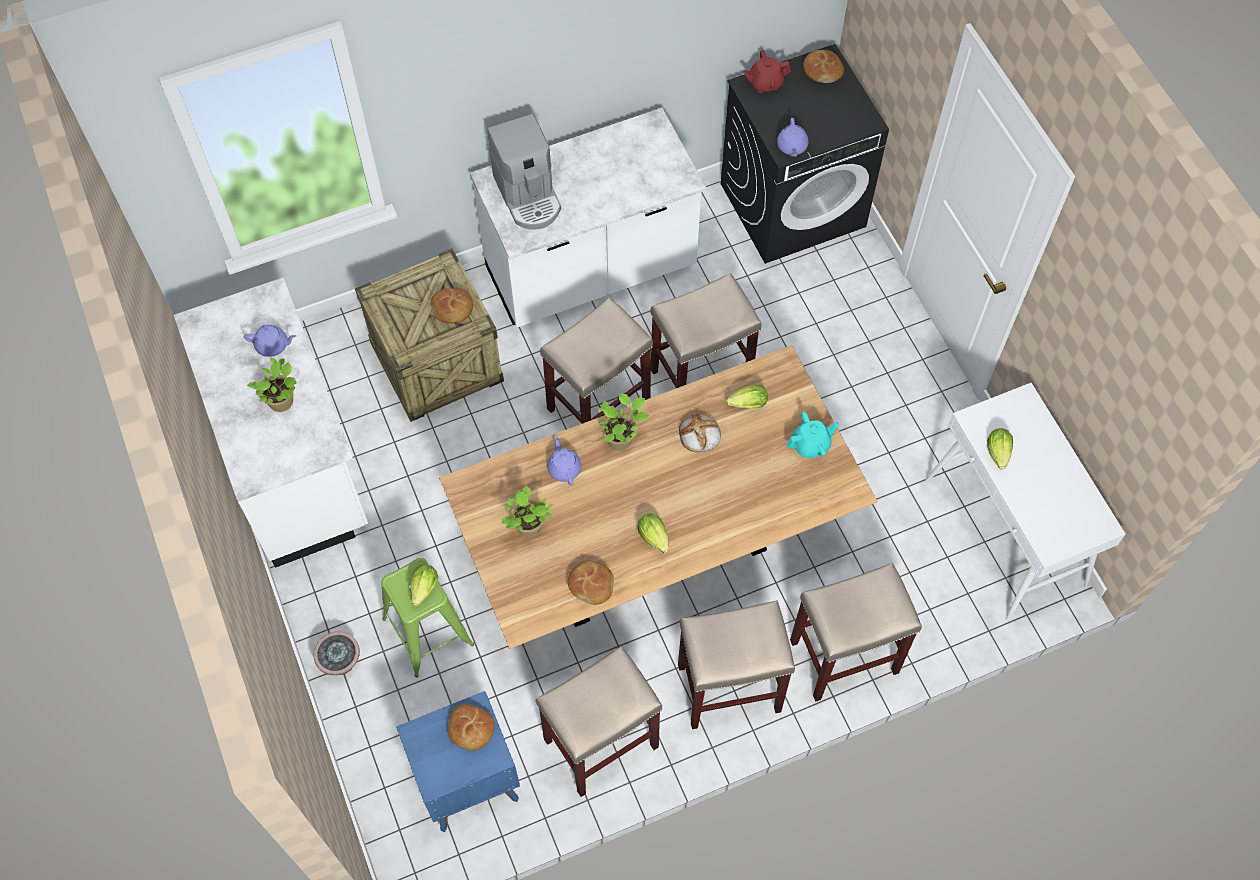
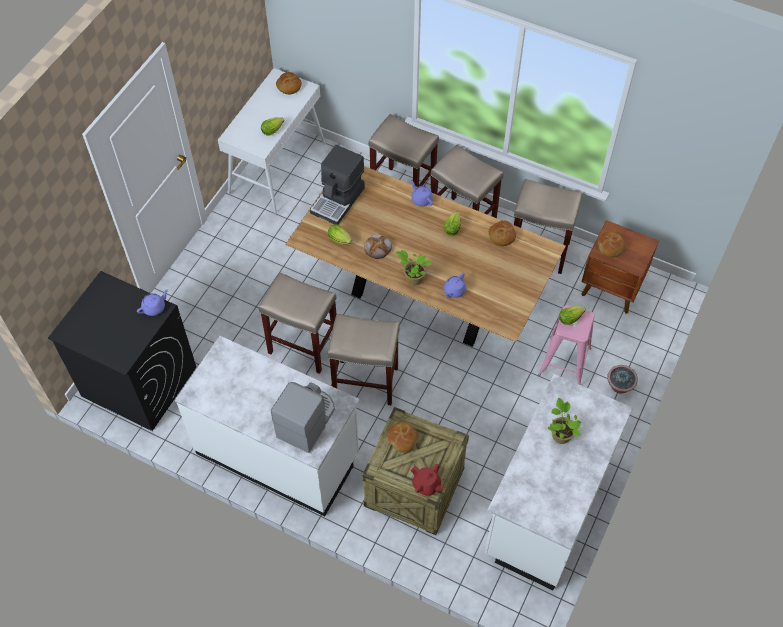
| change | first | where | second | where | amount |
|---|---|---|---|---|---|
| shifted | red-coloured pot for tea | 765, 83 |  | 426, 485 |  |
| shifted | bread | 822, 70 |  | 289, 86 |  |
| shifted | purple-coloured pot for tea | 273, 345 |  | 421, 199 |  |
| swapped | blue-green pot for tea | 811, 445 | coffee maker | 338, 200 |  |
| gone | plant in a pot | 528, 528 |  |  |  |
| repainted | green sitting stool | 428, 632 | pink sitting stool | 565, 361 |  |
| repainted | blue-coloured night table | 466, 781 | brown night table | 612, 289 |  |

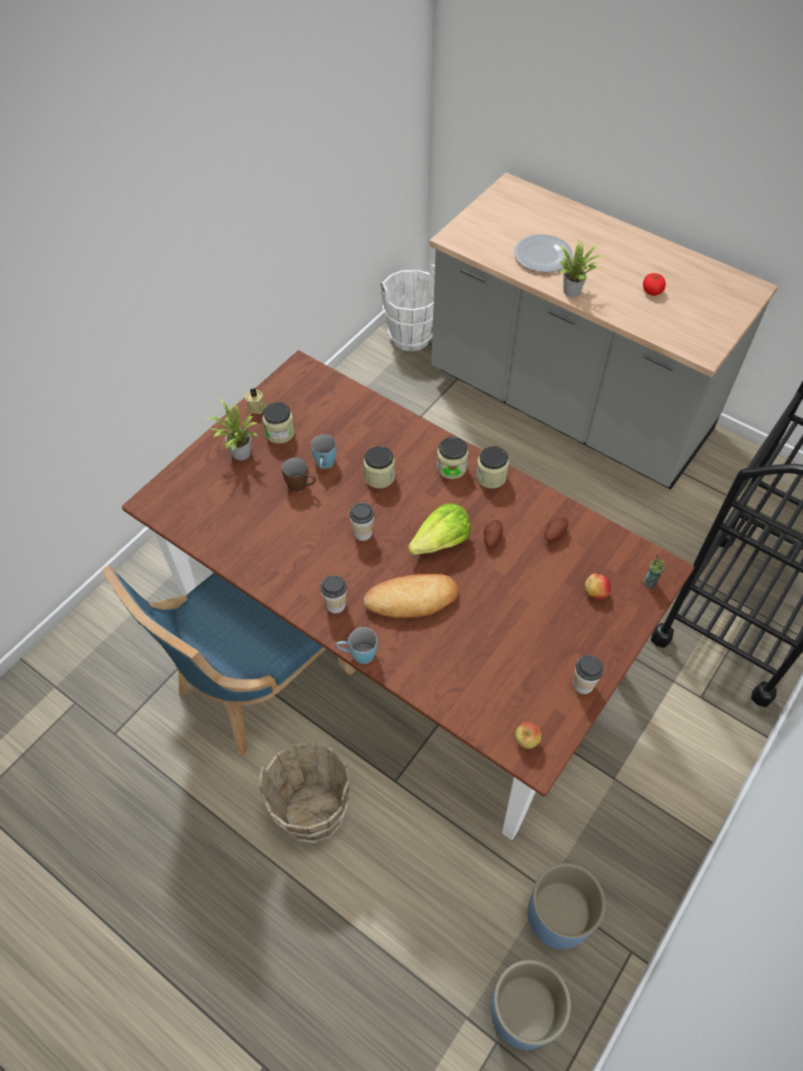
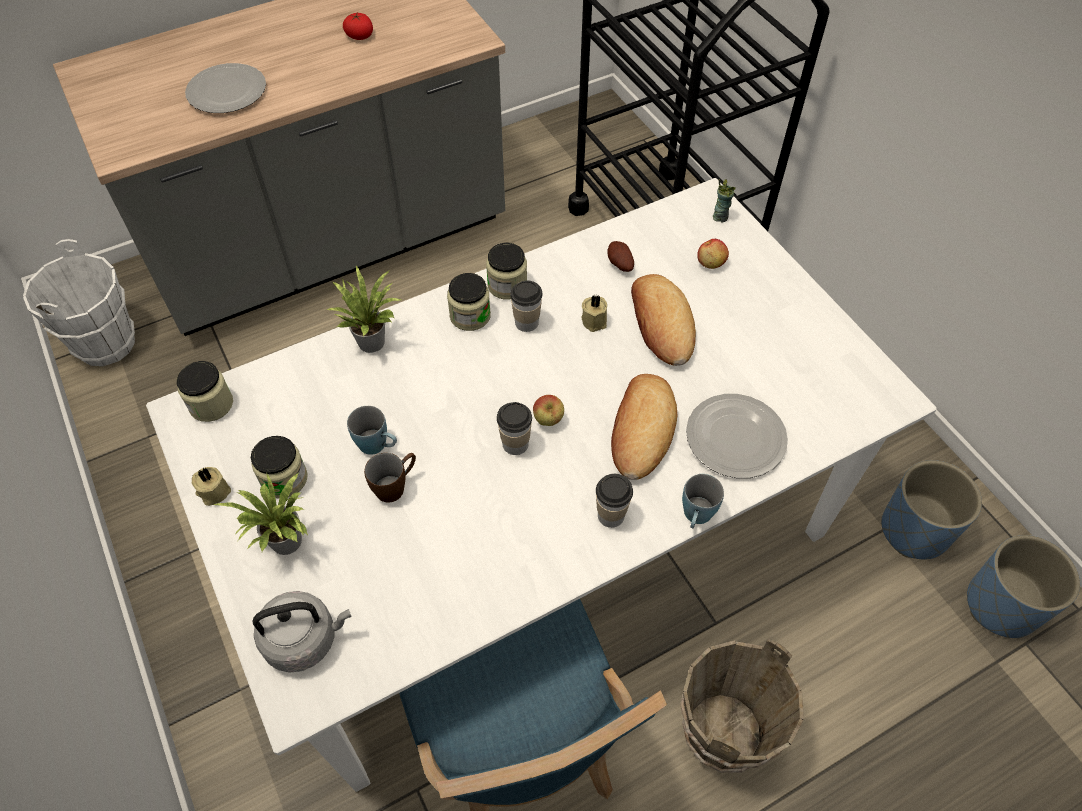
| change | first | where | second | where | amount |
|---|---|---|---|---|---|
| shifted | plant in a pot | 574, 290 |  | 372, 339 |  |
| repainted | brown dinner table | 399, 641 | white dinner table | 540, 543 |  |
| shifted | storage jar | 379, 477 |  | 211, 404 |  |
| gone | lettuce head | 441, 542 |  |  |  |
| swapped | potato | 491, 538 | beige-coloured wax light | 595, 320 |  |
| shifted | drinking cup | 583, 684 |  | 526, 322 |  |
| shifted | whole apple | 526, 741 |  | 548, 420 |  |
| new |  |  | bread | 661, 324 |  |
| new |  |  | flat dish | 736, 439 |  |
| new |  |  | greyish tea kettle | 305, 639 |  |

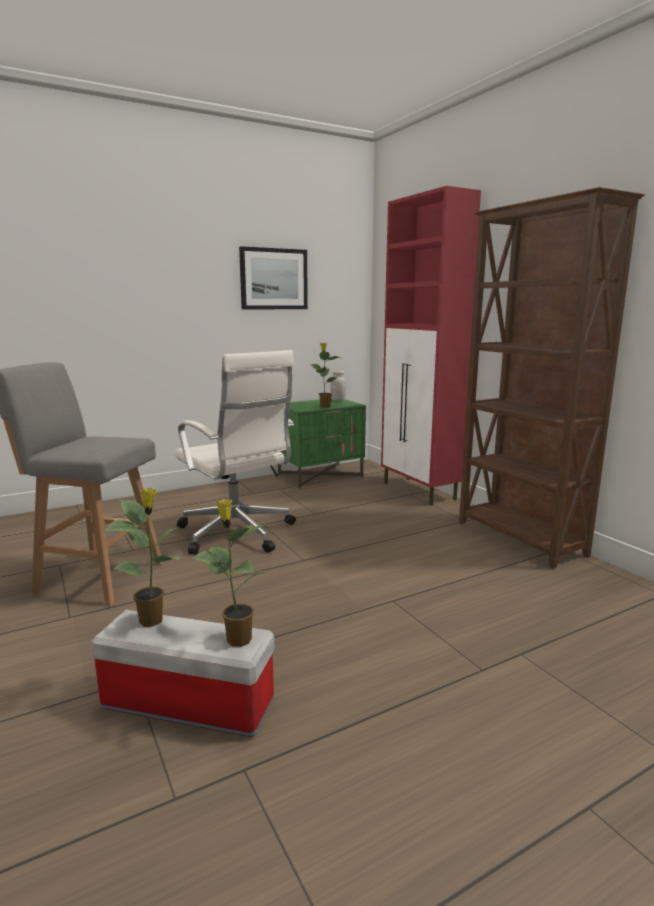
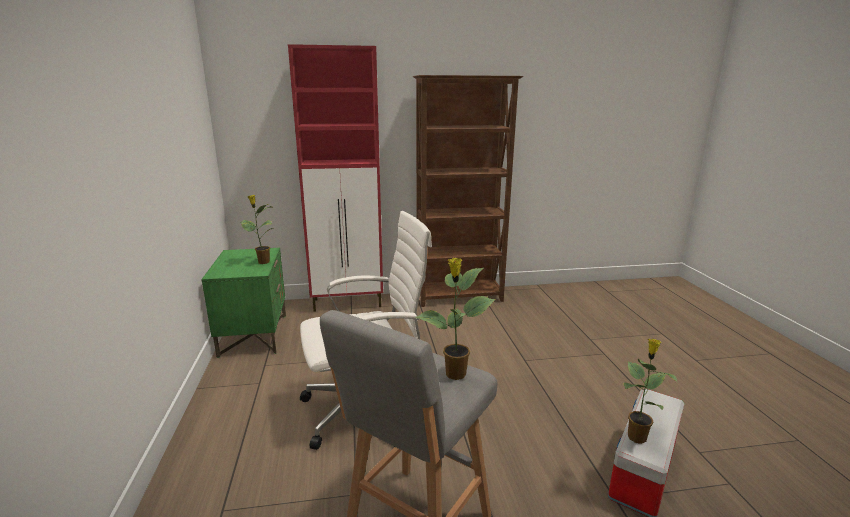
| change | first | where | second | where | amount |
|---|---|---|---|---|---|
| gone | wall picture | 274, 279 |  |  |  |
| gone | white storage jar | 338, 400 |  |  |  |
| shifted | plant in a pot | 237, 639 |  | 455, 374 |  |

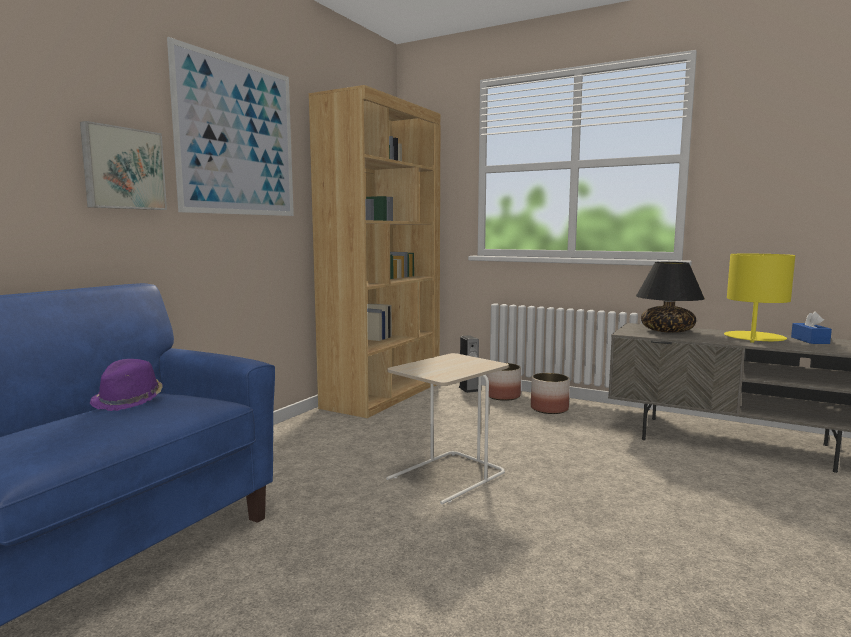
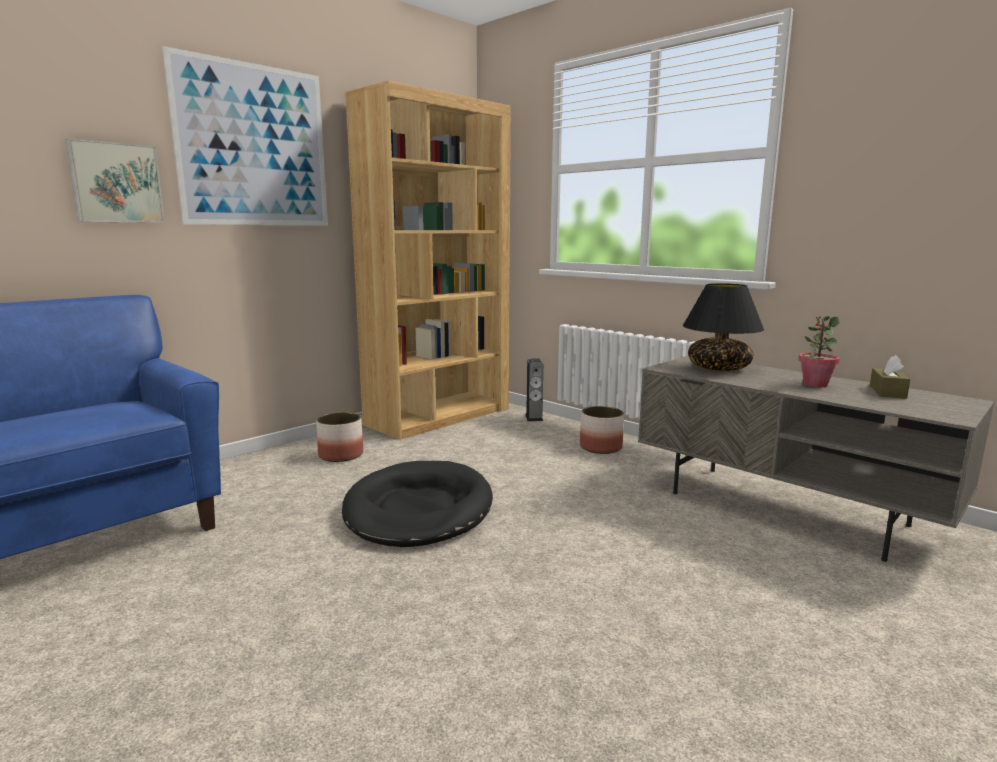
| change | first | where | second | where | amount |
|---|---|---|---|---|---|
| swapped | yellow table lamp | 754, 338 | plant in a pot | 815, 384 |  |
| repainted | blue-coloured tissue box | 810, 340 | brown tissue box | 887, 392 |  |
| swapped | beige-coloured accent table | 448, 477 | blackish dog cushion | 418, 509 |  |
| gone | purple-coloured hat | 129, 400 |  |  |  |
| shifted | plant pot | 503, 396 |  | 341, 455 |  |

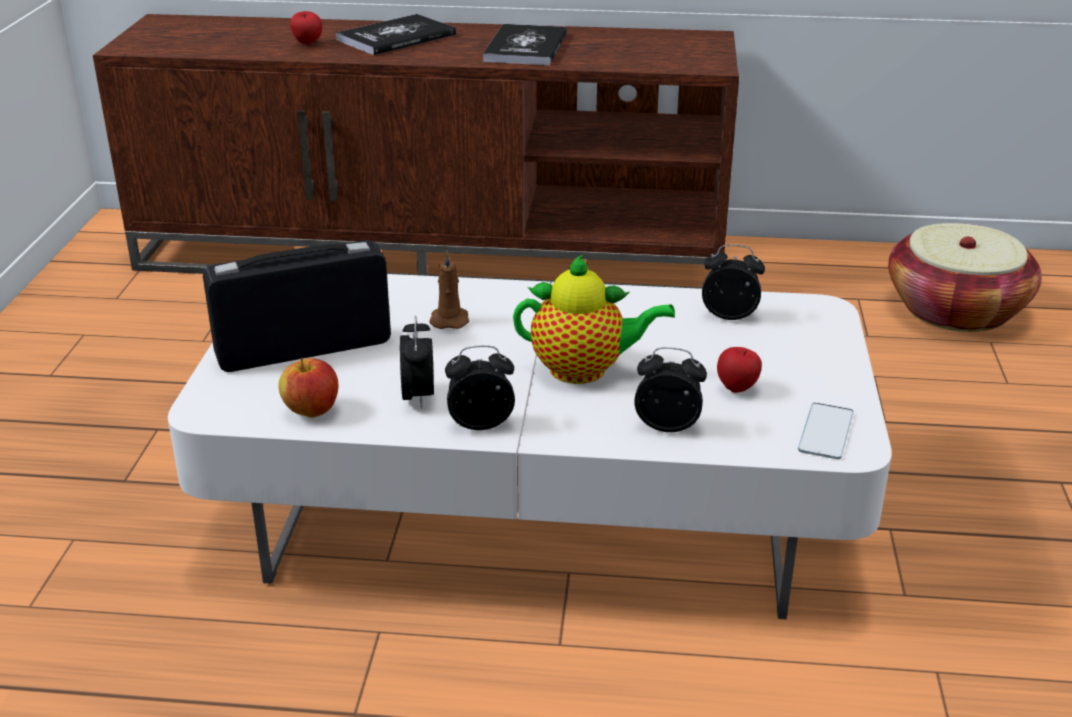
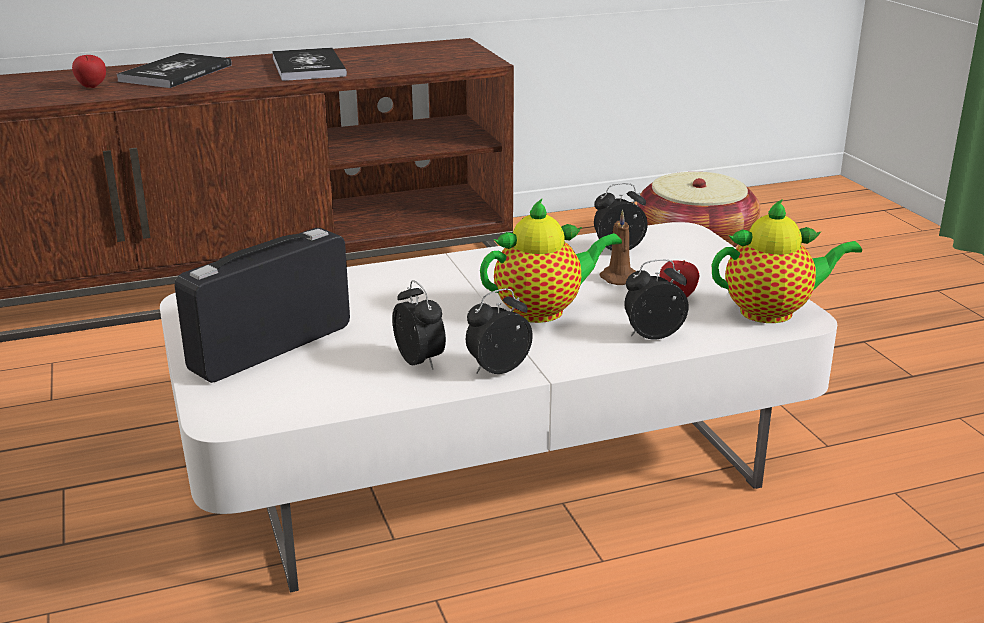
| change | first | where | second | where | amount |
|---|---|---|---|---|---|
| shifted | brown wax light | 449, 319 |  | 617, 278 |  |
| gone | whole apple | 311, 411 |  |  |  |
| swapped | telephone | 826, 431 | pot for tea | 773, 312 |  |

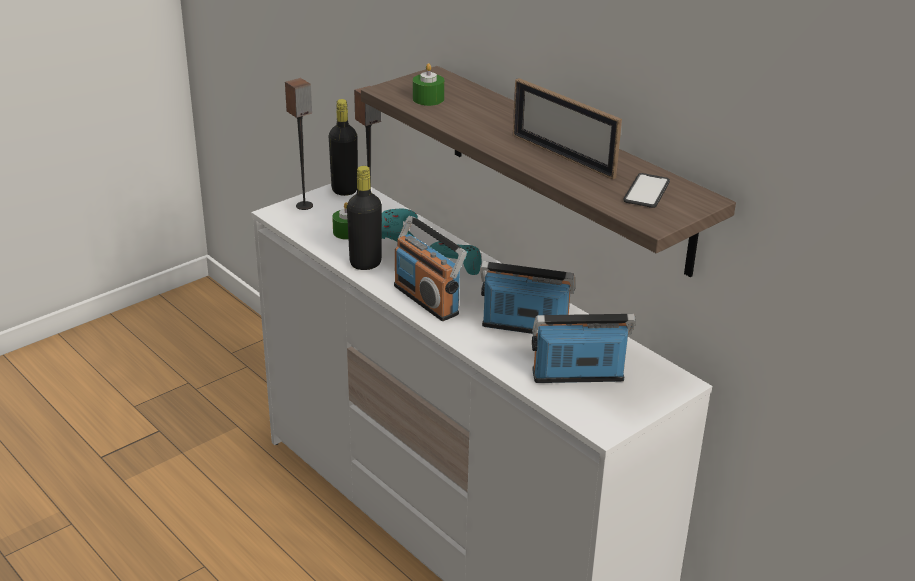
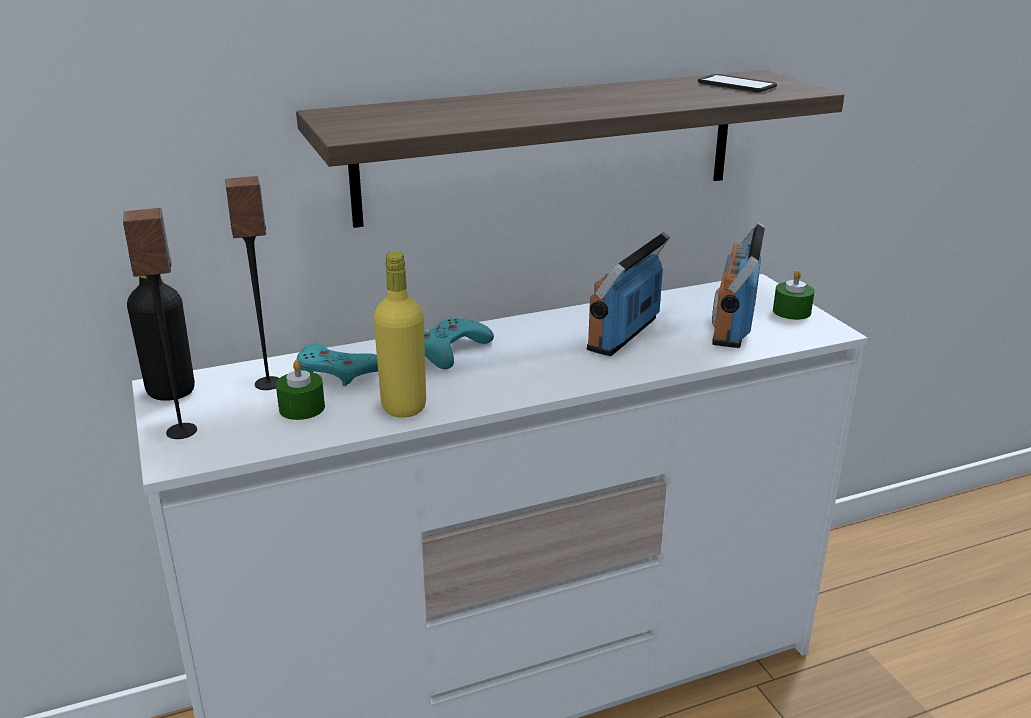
| change | first | where | second | where | amount |
|---|---|---|---|---|---|
| shifted | green wax light | 428, 99 |  | 791, 311 |  |
| gone | photo frame | 562, 156 |  |  |  |
| repainted | blackish bottle | 365, 263 | yellow bottle | 404, 407 |  |
| gone | radio | 427, 299 |  |  |  |

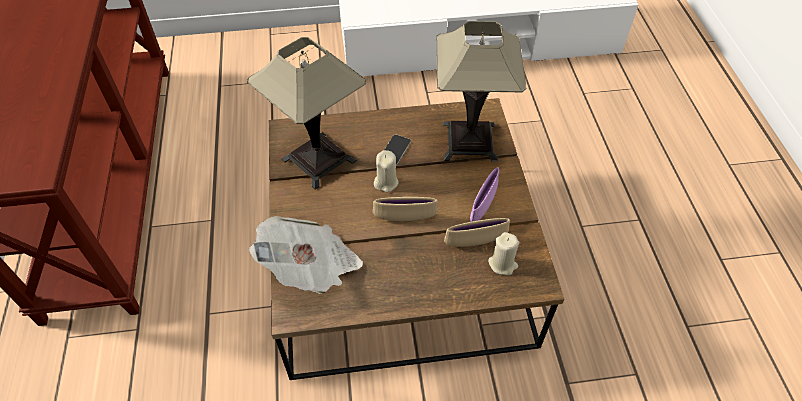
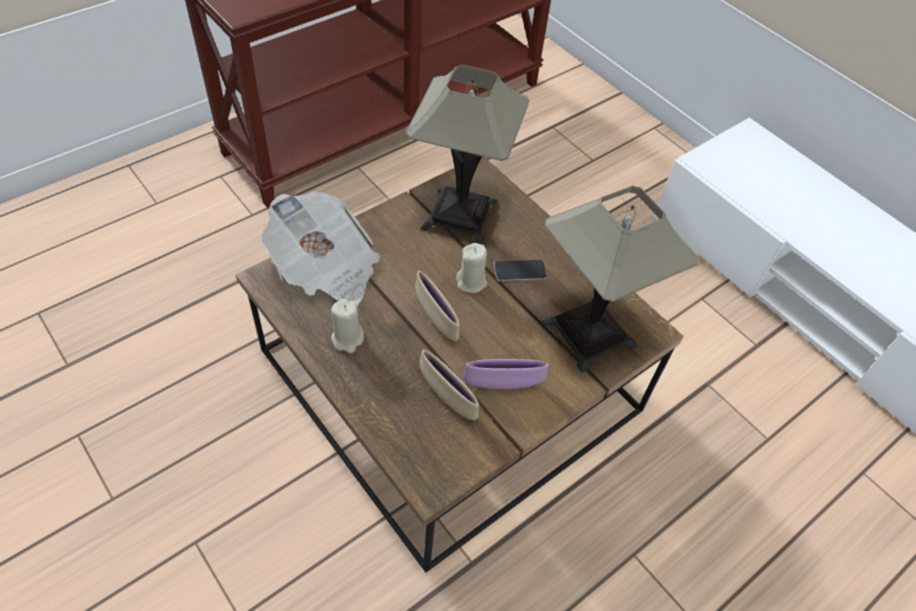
| change | first | where | second | where | amount |
|---|---|---|---|---|---|
| shifted | beige-coloured wax light | 502, 264 |  | 347, 339 |  |

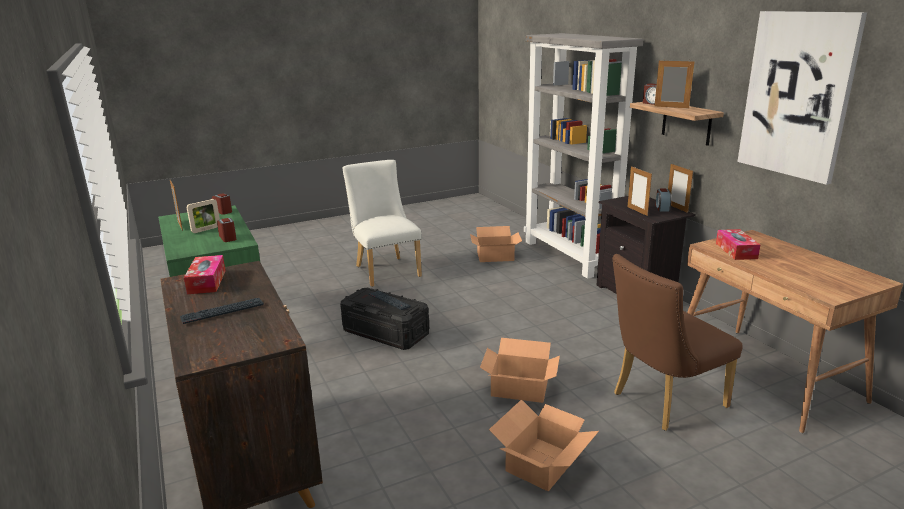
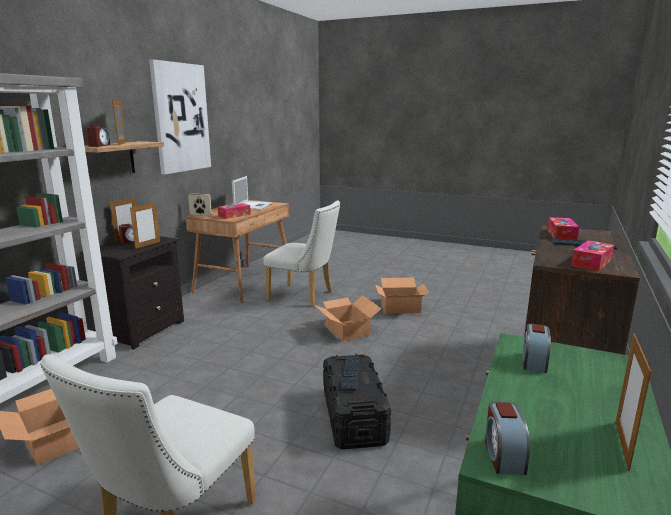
| change | first | where | second | where | amount |
|---|---|---|---|---|---|
| shifted | photo frame | 206, 229 |  | 200, 215 |  |
| repainted | brown plain chair | 662, 402 | white plain chair | 304, 296 |  |
| new |  |  | notebook computer | 253, 206 |  |
| new |  |  | tissue box | 561, 234 |  |

